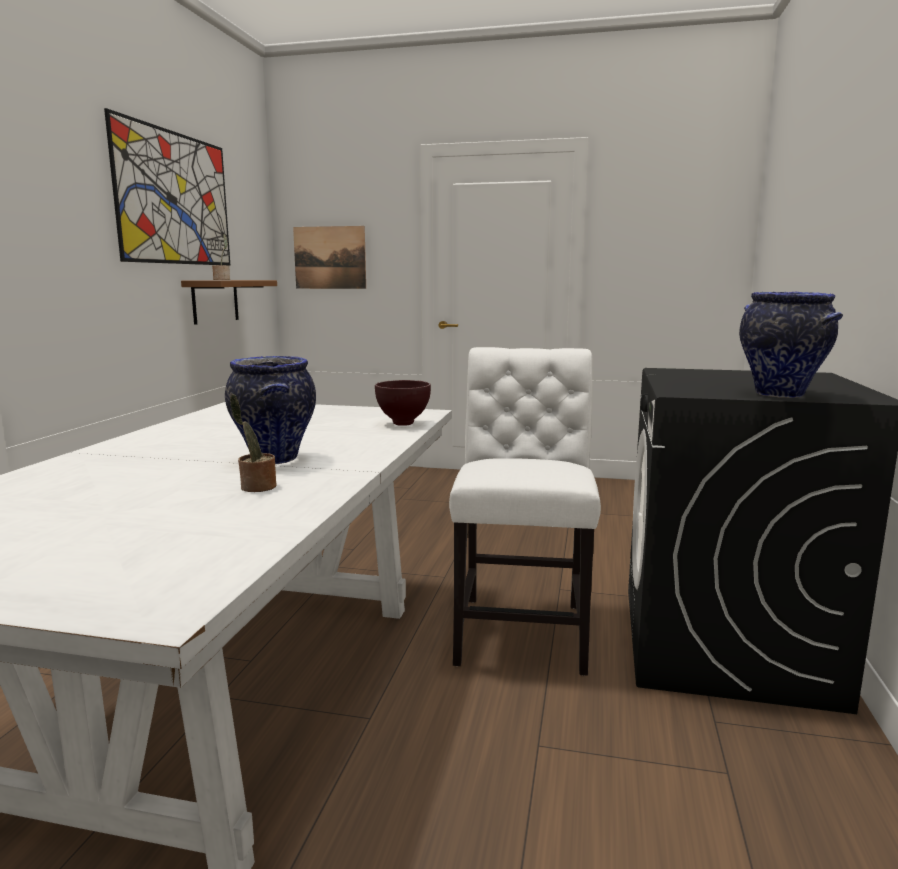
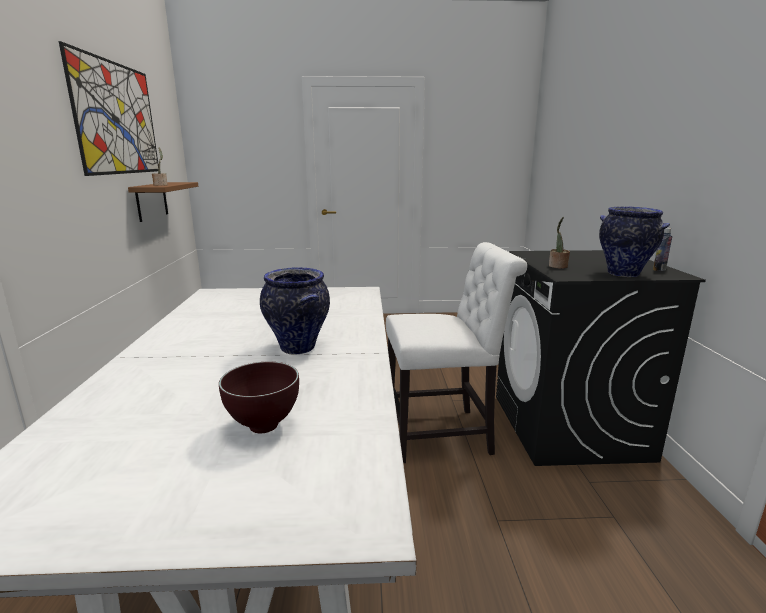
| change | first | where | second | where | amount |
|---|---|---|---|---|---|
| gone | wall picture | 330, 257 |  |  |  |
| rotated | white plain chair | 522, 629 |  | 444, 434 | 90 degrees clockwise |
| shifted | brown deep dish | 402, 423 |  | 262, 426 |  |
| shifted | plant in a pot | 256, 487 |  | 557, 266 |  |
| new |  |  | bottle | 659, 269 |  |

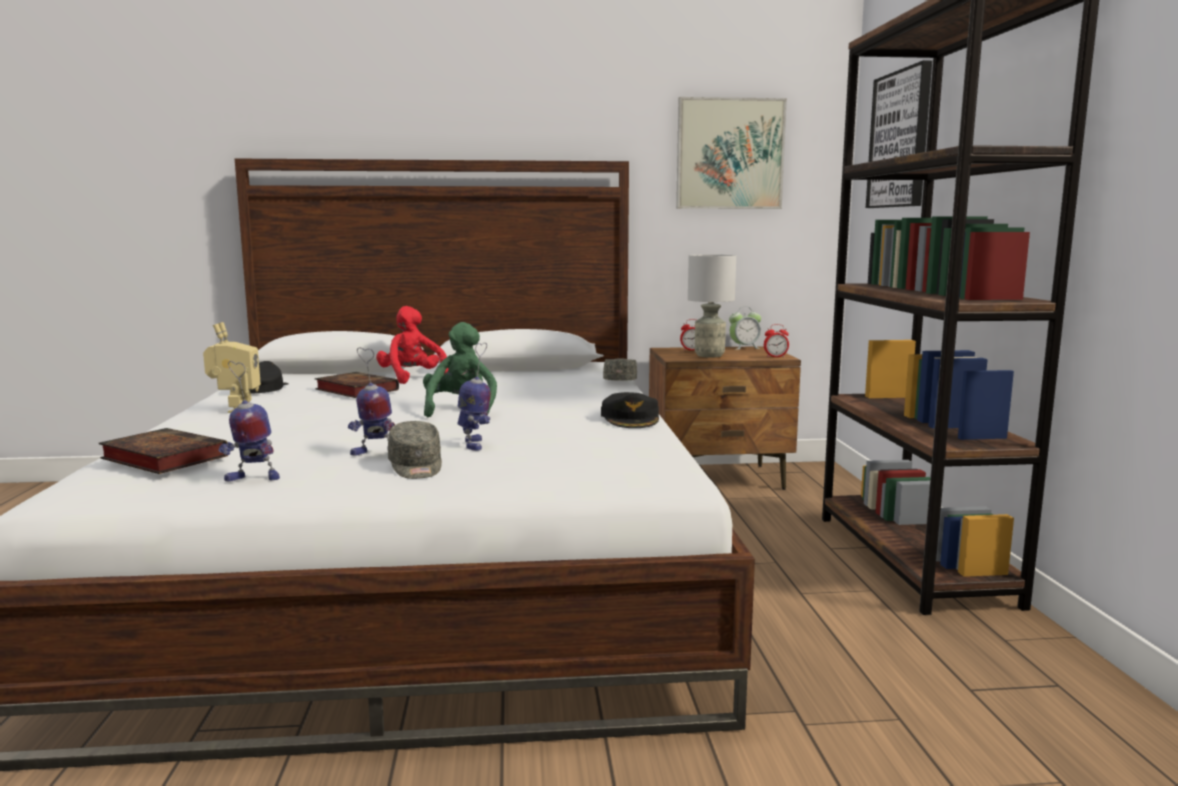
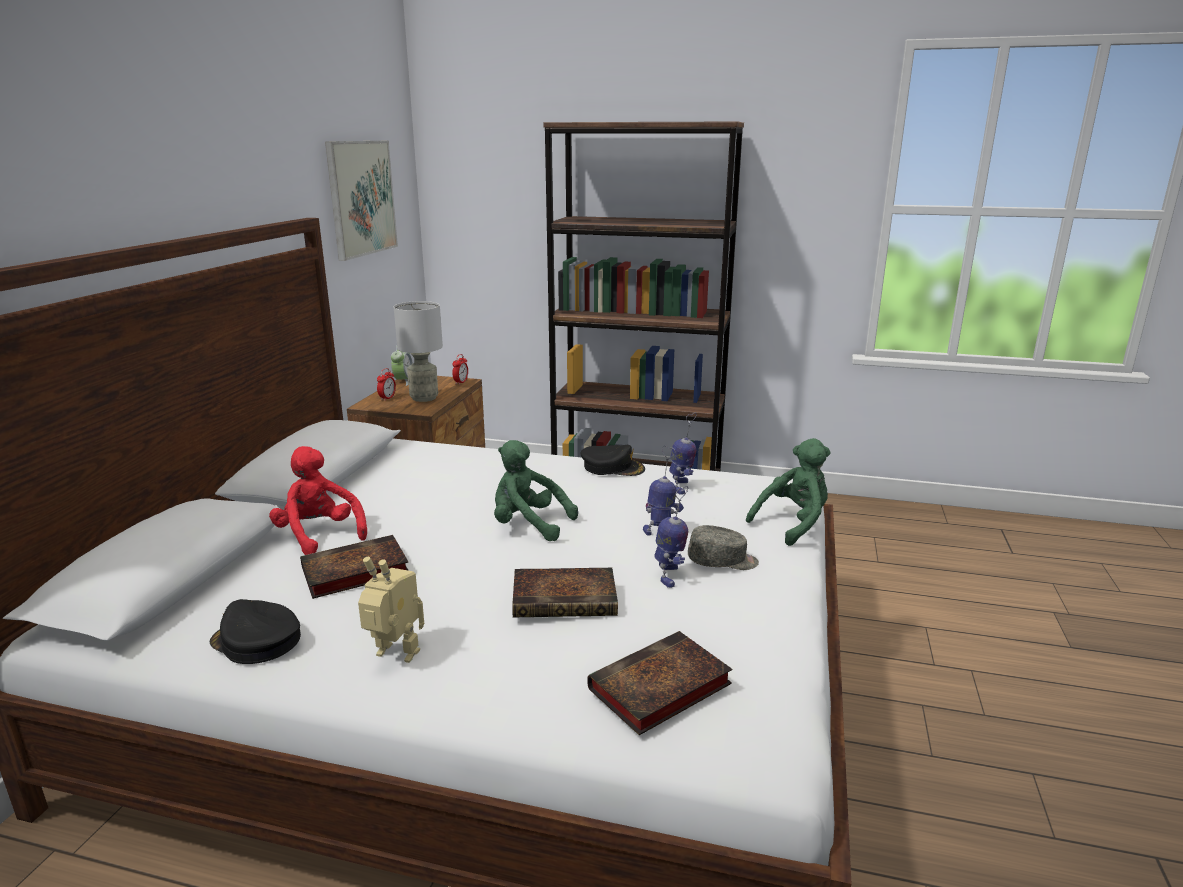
| change | first | where | second | where | amount |
|---|---|---|---|---|---|
| gone | wall picture | 900, 140 |  |  |  |
| rotated | red-coloured cuddly toy | 412, 379 |  | 319, 535 | 60 degrees clockwise |
| gone | greyish baseball cap | 620, 381 |  |  |  |
| shifted | toy robot | 252, 478 |  | 681, 487 |  |
| new |  |  | green cuddly toy | 793, 524 |  |
| new |  |  | book | 567, 598 |  |

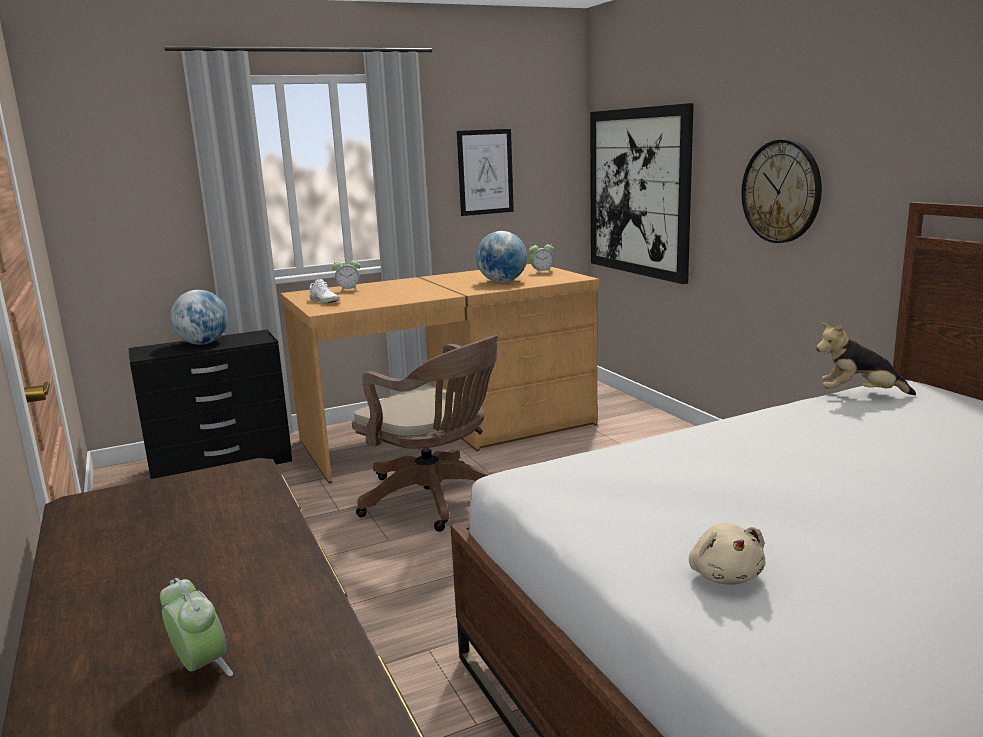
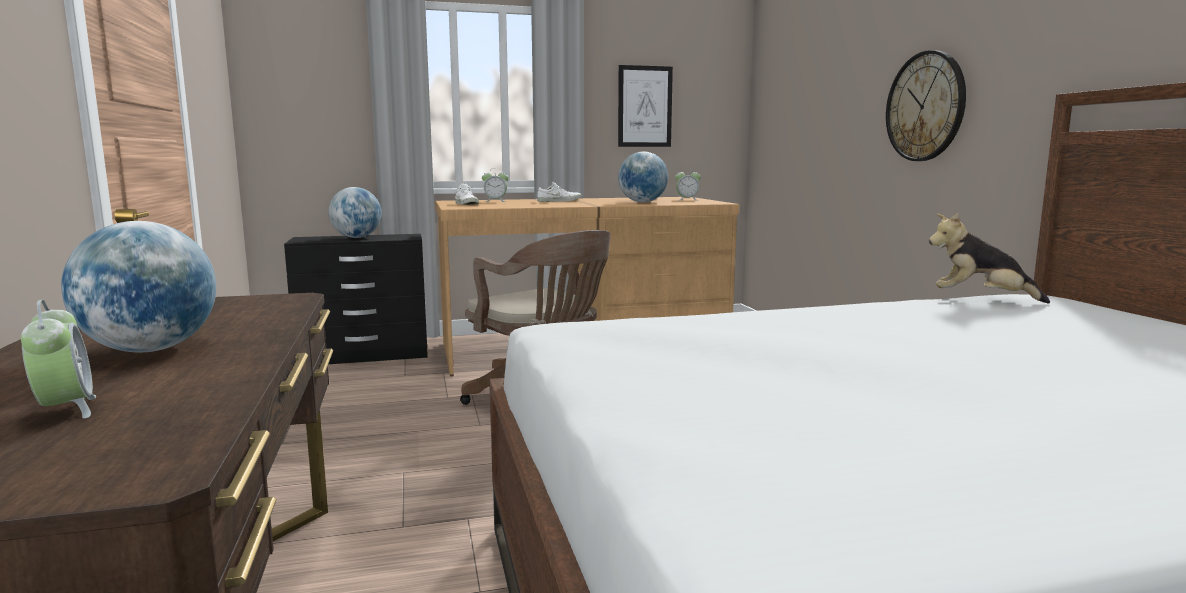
| change | first | where | second | where | amount |
|---|---|---|---|---|---|
| gone | wall picture | 638, 192 |  |  |  |
| gone | beige-coloured cuddly toy | 724, 575 |  |  |  |
| new |  |  | white low shoe | 559, 201 |  |
| new |  |  | desk globe | 150, 350 |  |

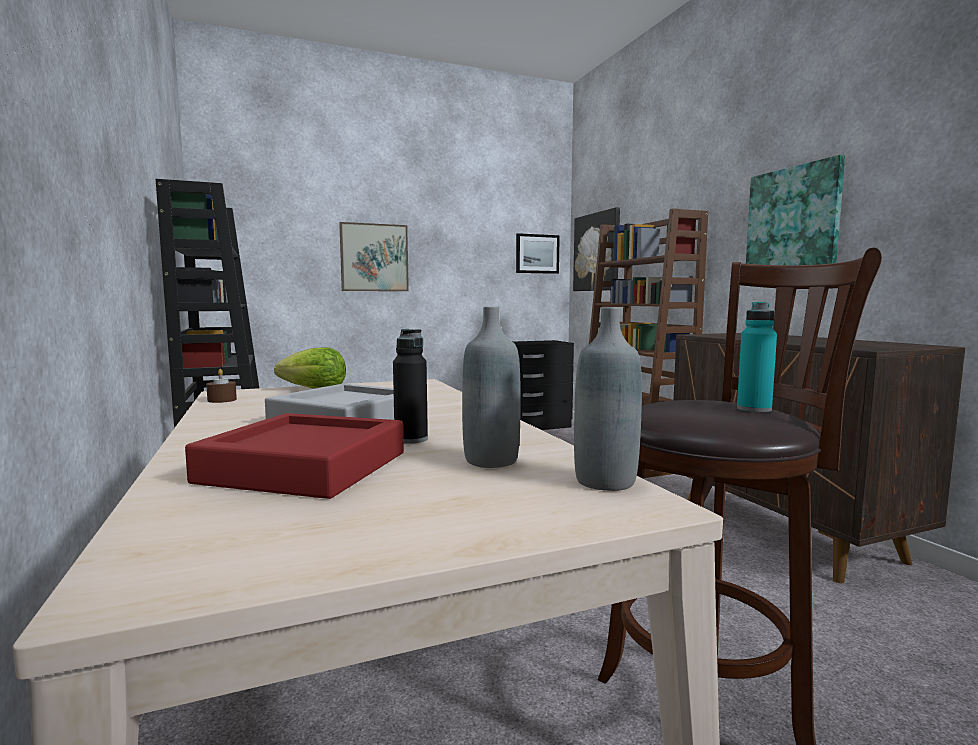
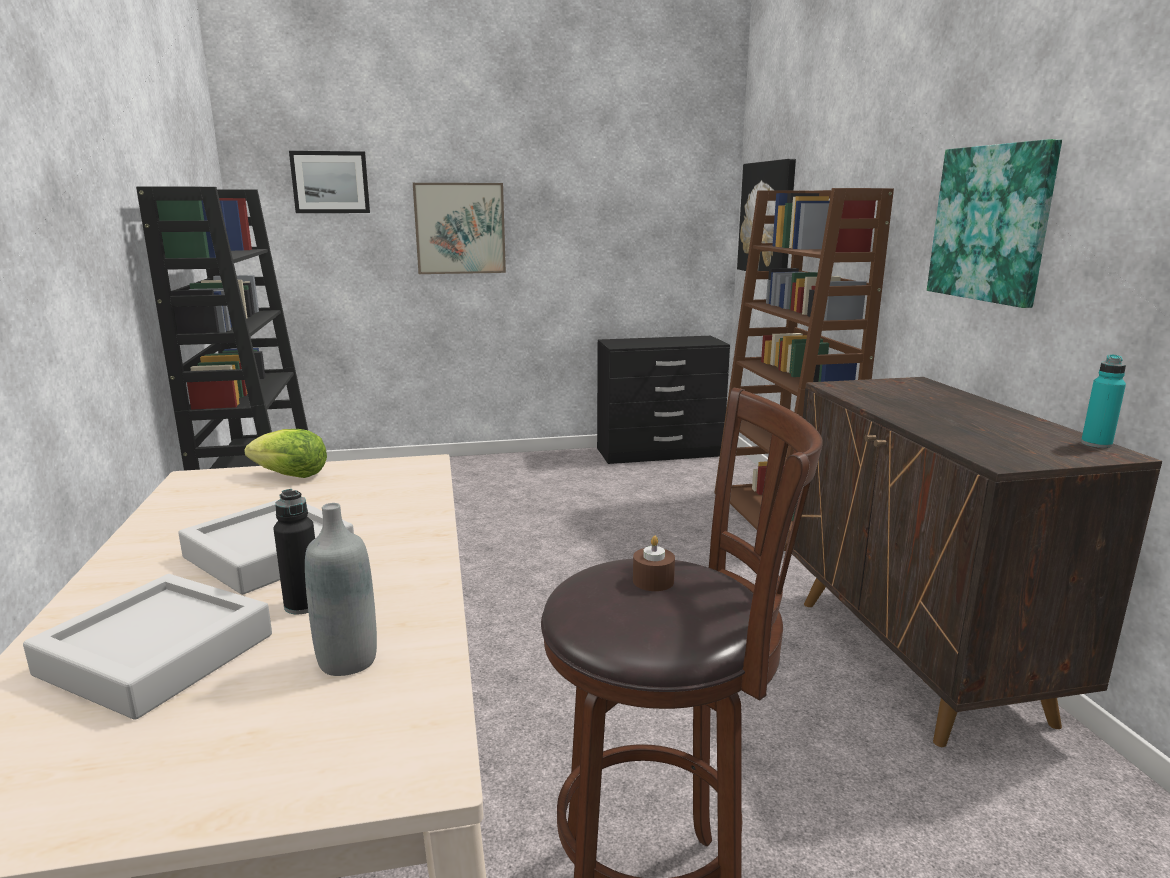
| change | first | where | second | where | amount |
|---|---|---|---|---|---|
| shifted | wall picture | 537, 254 |  | 330, 182 |  |
| shifted | blue-green bottle | 754, 409 |  | 1096, 444 |  |
| gone | greyish bottle | 605, 481 |  |  |  |
| shifted | brown wax light | 222, 400 |  | 653, 581 |  |
| repainted | red-coloured carrying tray | 305, 467 | greyish carrying tray | 157, 655 |  |

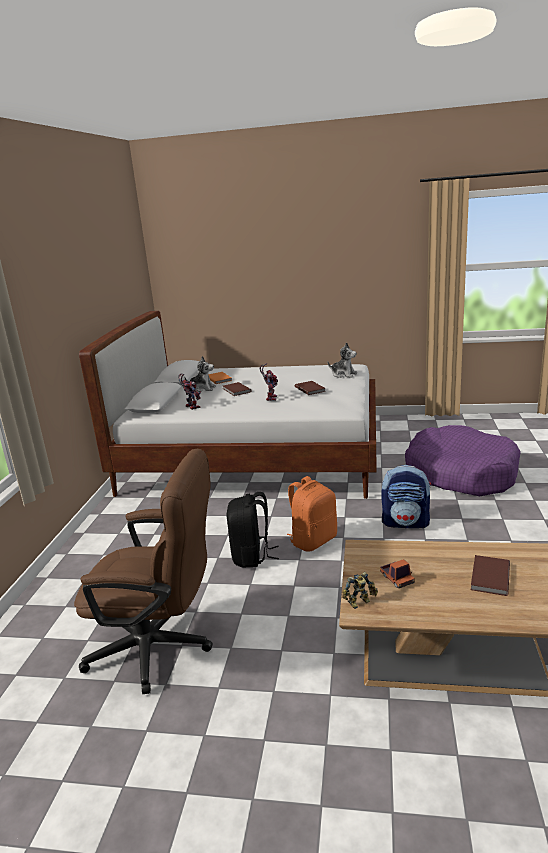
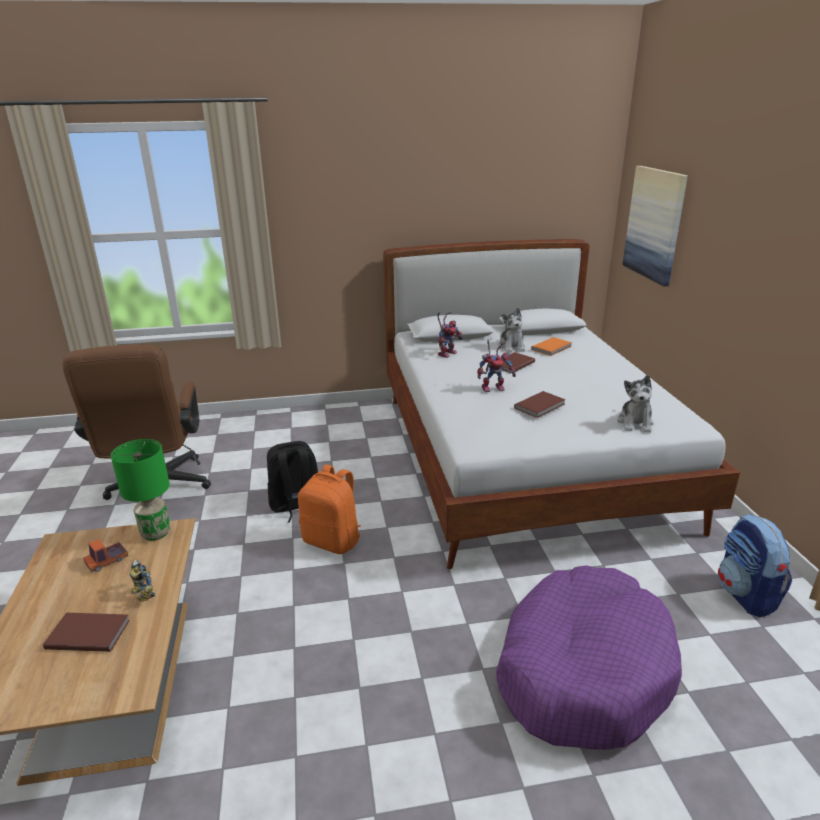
| change | first | where | second | where | amount |
|---|---|---|---|---|---|
| shifted | backpack | 406, 522 |  | 746, 595 |  |
| shifted | toy robot | 360, 602 |  | 141, 595 |  |
| new |  |  | wall picture | 654, 224 |  |
| new |  |  | green table lamp | 156, 533 |  |

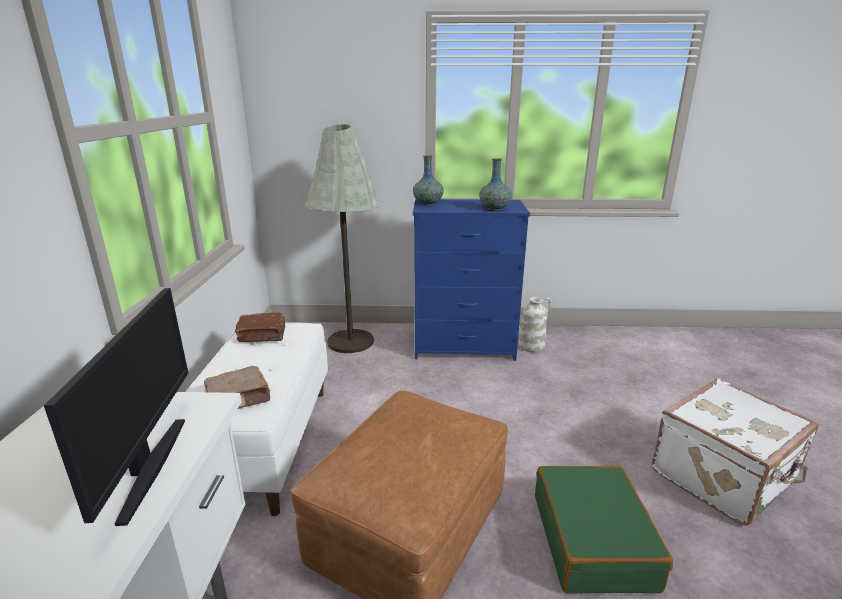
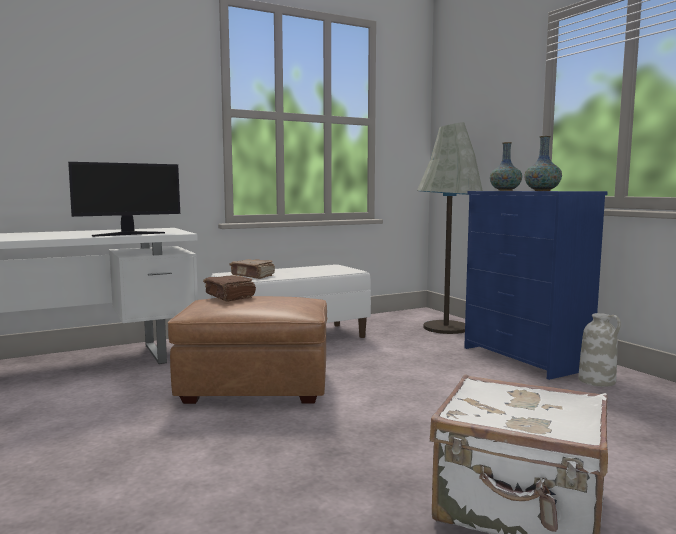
| change | first | where | second | where | amount |
|---|---|---|---|---|---|
| shifted | brown book | 263, 336 |  | 229, 296 |  |
| gone | green piece of luggage | 593, 540 |  |  |  |

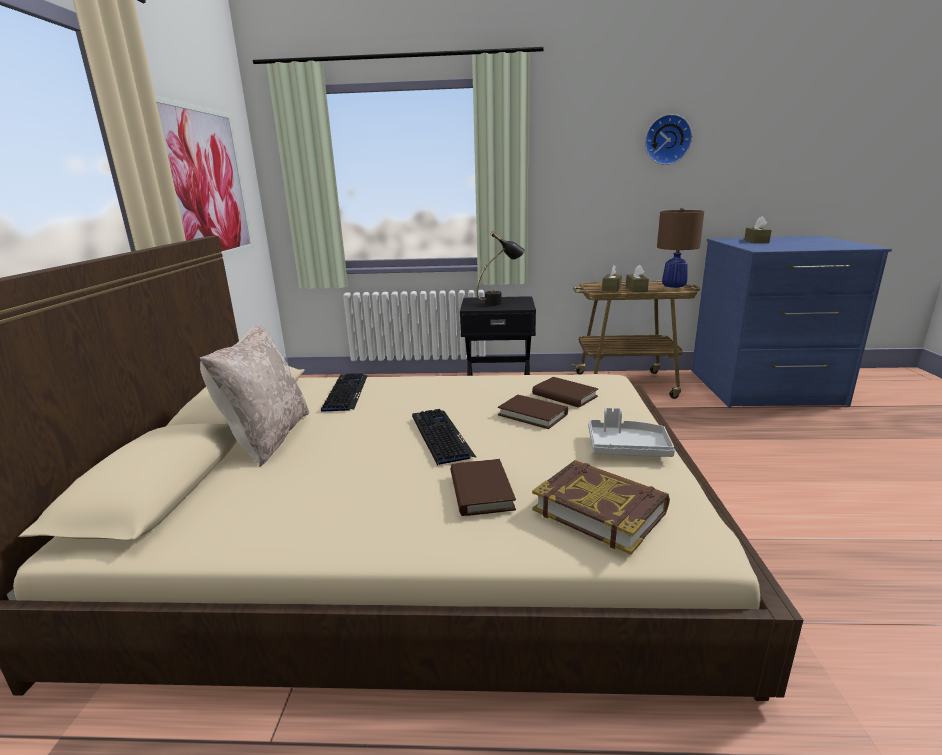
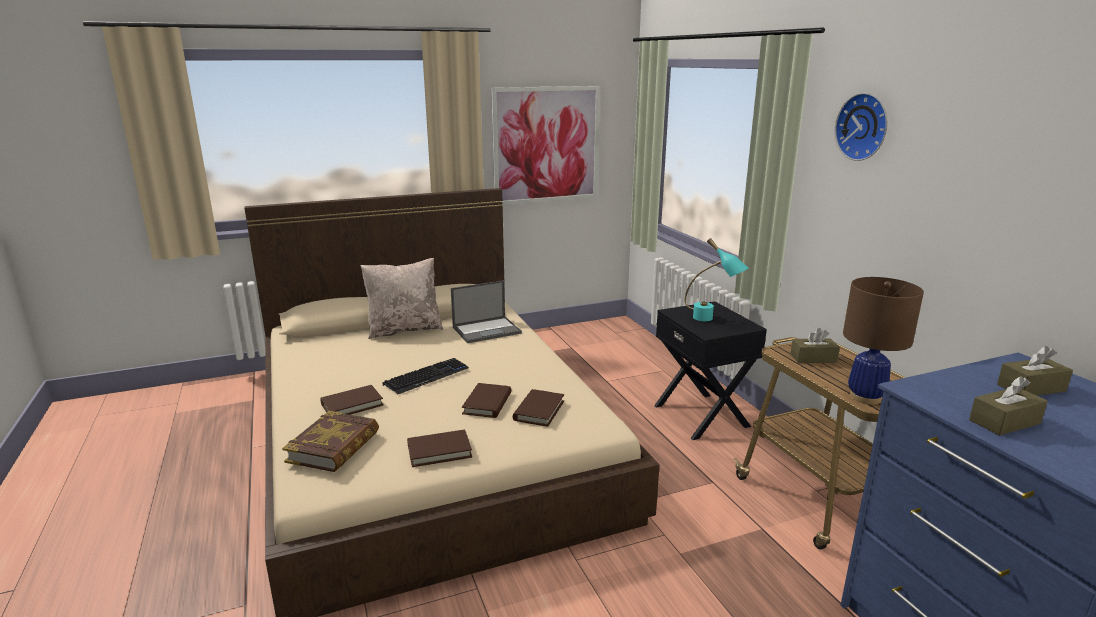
| change | first | where | second | where | amount |
|---|---|---|---|---|---|
| shifted | wall clock | 667, 140 |  | 864, 127 |  |
| repainted | blackish table lamp | 500, 303 | blue-green table lamp | 711, 320 |  |
| shifted | brown tissue box | 636, 289 |  | 1004, 422 |  |
| swapped | PC keyboard | 346, 393 | notebook computer | 487, 330 |  |
| swapped | greyish carrying tray | 627, 448 | brown book | 439, 451 |  |

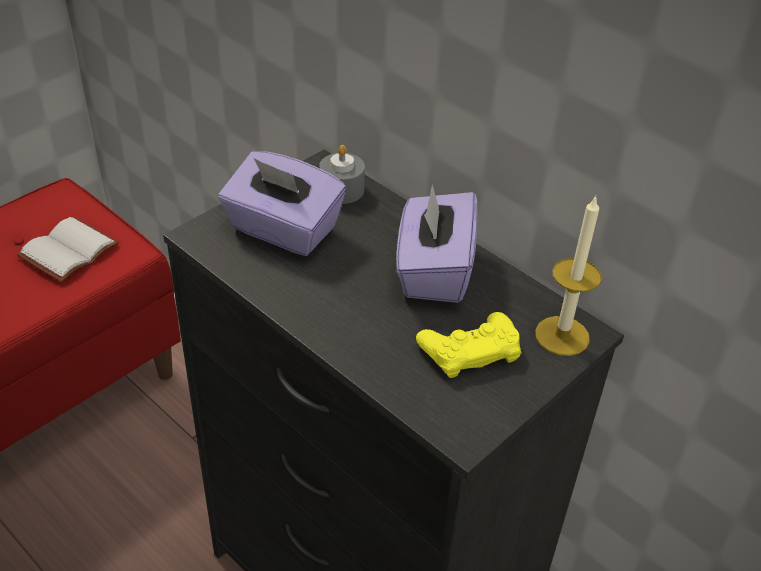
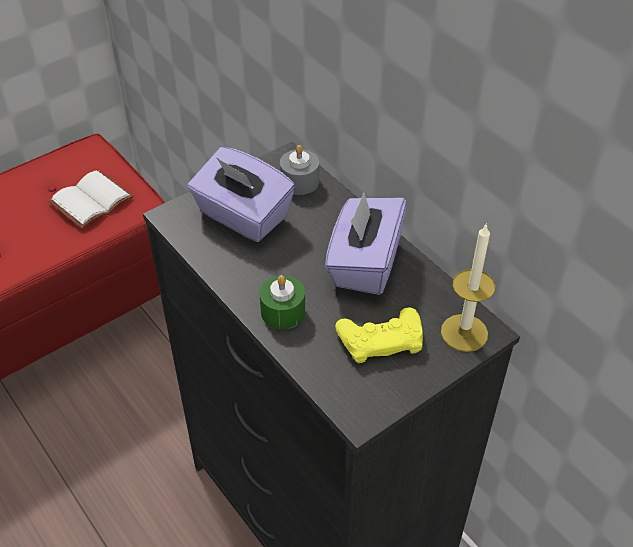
| change | first | where | second | where | amount |
|---|---|---|---|---|---|
| new |  |  | green wax light | 283, 311 |  |

